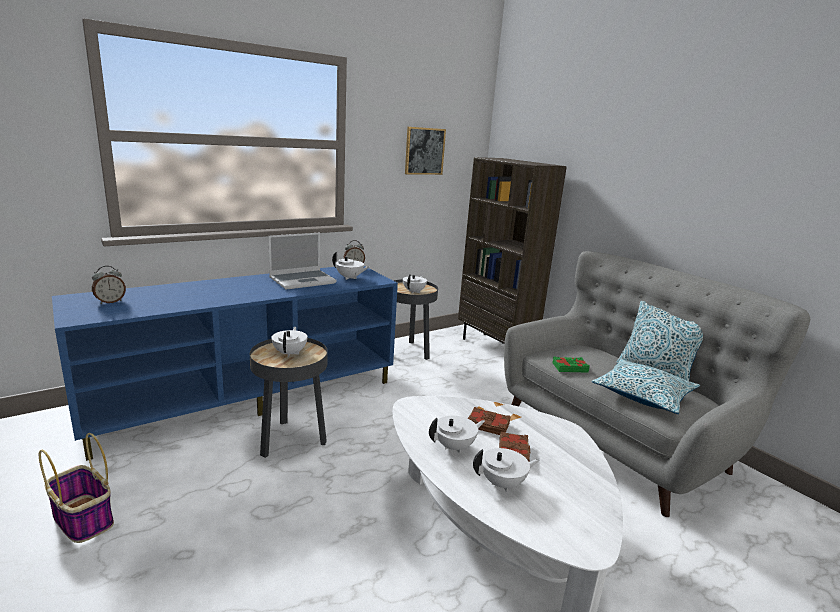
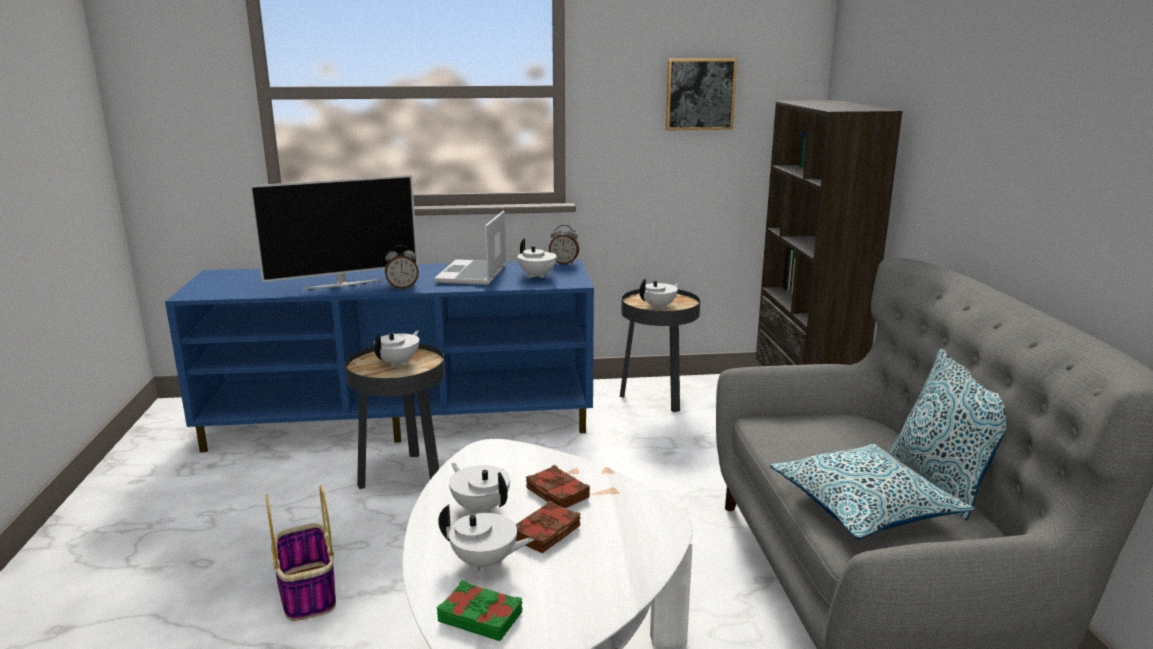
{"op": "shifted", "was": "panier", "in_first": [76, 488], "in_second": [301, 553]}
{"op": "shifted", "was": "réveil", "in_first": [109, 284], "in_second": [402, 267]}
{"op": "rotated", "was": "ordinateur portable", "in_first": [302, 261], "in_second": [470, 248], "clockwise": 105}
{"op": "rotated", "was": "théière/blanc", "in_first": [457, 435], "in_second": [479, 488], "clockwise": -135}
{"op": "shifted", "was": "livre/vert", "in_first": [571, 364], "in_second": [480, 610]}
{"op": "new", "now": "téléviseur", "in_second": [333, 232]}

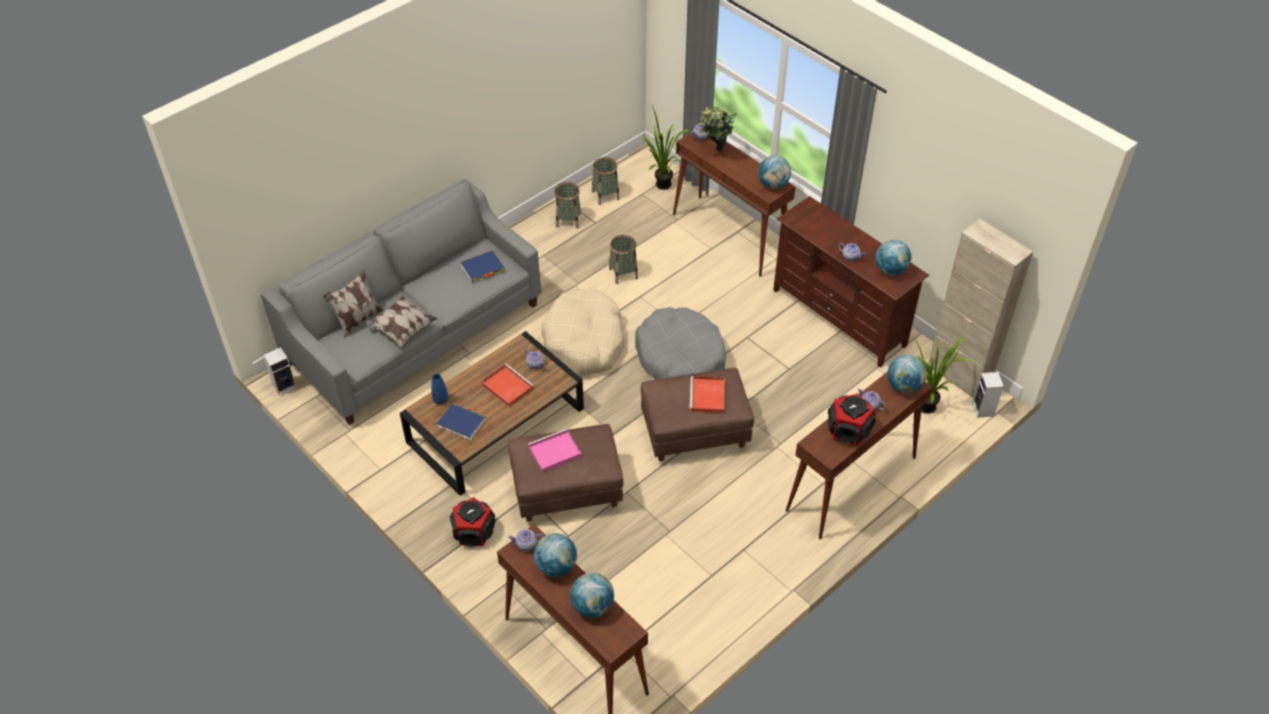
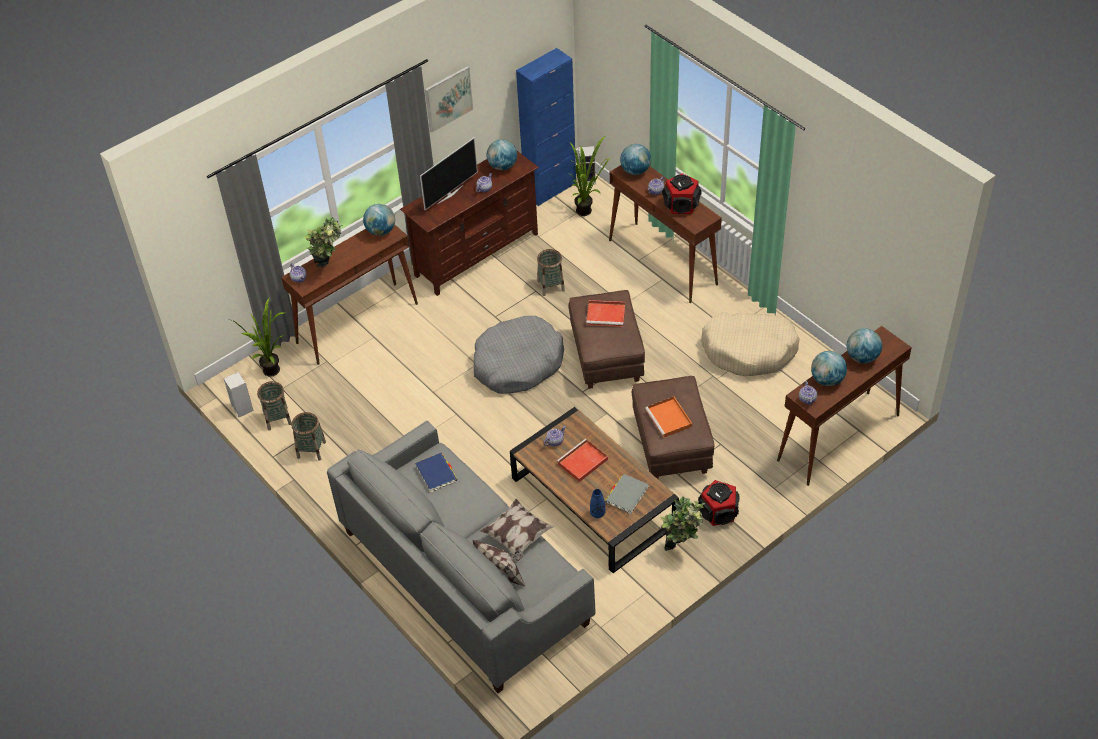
{"op": "shifted", "was": "enceinte", "in_first": [280, 371], "in_second": [238, 394]}
{"op": "repainted", "was": "livre/bleu", "now": "livre/gris", "in_first": [461, 421], "in_second": [627, 494]}
{"op": "repainted", "was": "plateau/rose", "now": "plateau/orange", "in_first": [555, 450], "in_second": [668, 417]}
{"op": "shifted", "was": "panier pour chien/beige", "in_first": [583, 332], "in_second": [750, 344]}
{"op": "shifted", "was": "panier", "in_first": [623, 259], "in_second": [551, 272]}
{"op": "repainted", "was": "meuble de rangement/beige", "now": "meuble de rangement/bleu", "in_first": [980, 308], "in_second": [546, 127]}
{"op": "new", "now": "téléviseur", "in_second": [449, 174]}
{"op": "new", "now": "tableau", "in_second": [449, 99]}
{"op": "new", "now": "plante en pot", "in_second": [682, 523]}

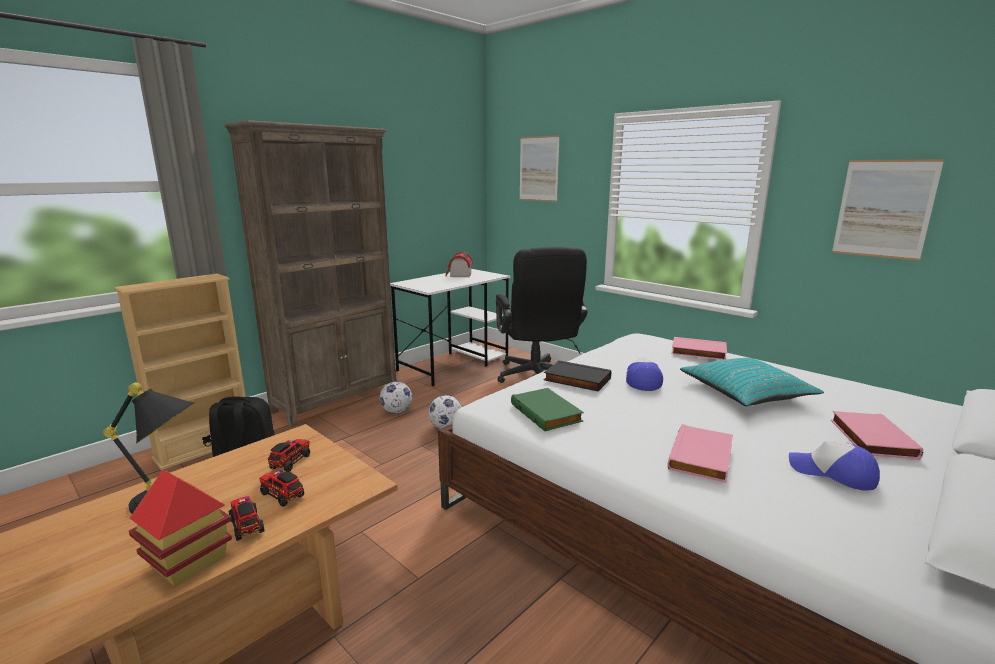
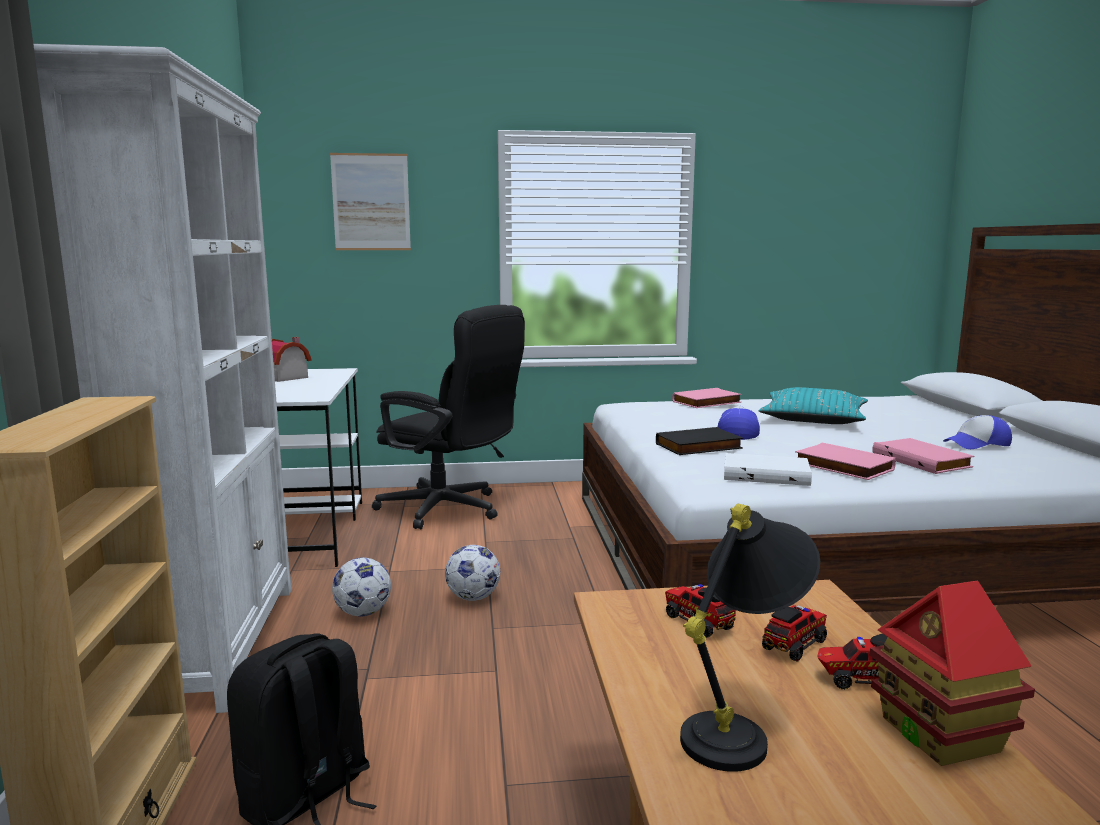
{"op": "repainted", "was": "bibliothèque/marron", "now": "bibliothèque/blanc", "in_first": [310, 273], "in_second": [162, 378]}
{"op": "rotated", "was": "camion jouet", "in_first": [281, 488], "in_second": [794, 633], "clockwise": 150}
{"op": "repainted", "was": "livre/vert", "now": "livre/blanc", "in_first": [547, 409], "in_second": [768, 469]}
{"op": "rotated", "was": "casquette", "in_first": [644, 374], "in_second": [739, 423], "clockwise": 60}
{"op": "shifted", "was": "livre/rose", "in_first": [877, 435], "in_second": [845, 461]}
{"op": "gone", "was": "tableau", "in_first": [888, 210]}

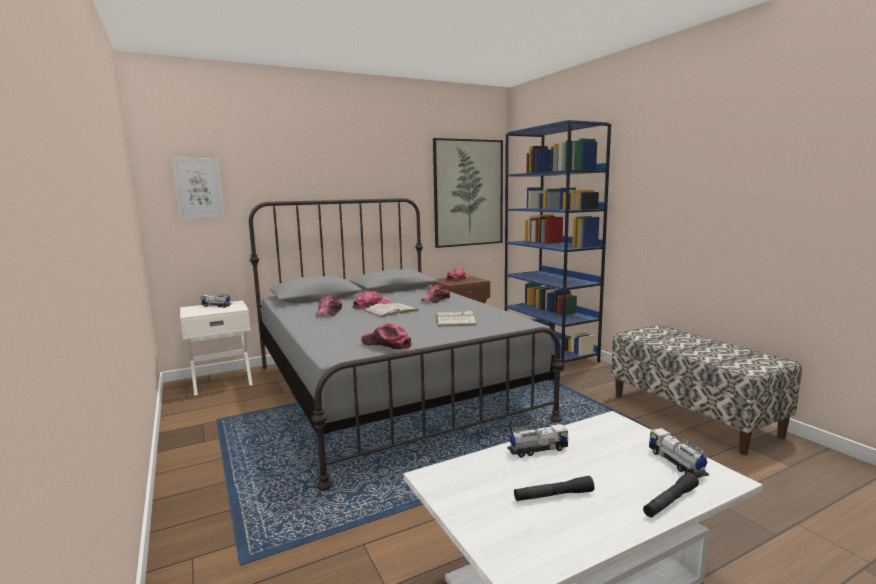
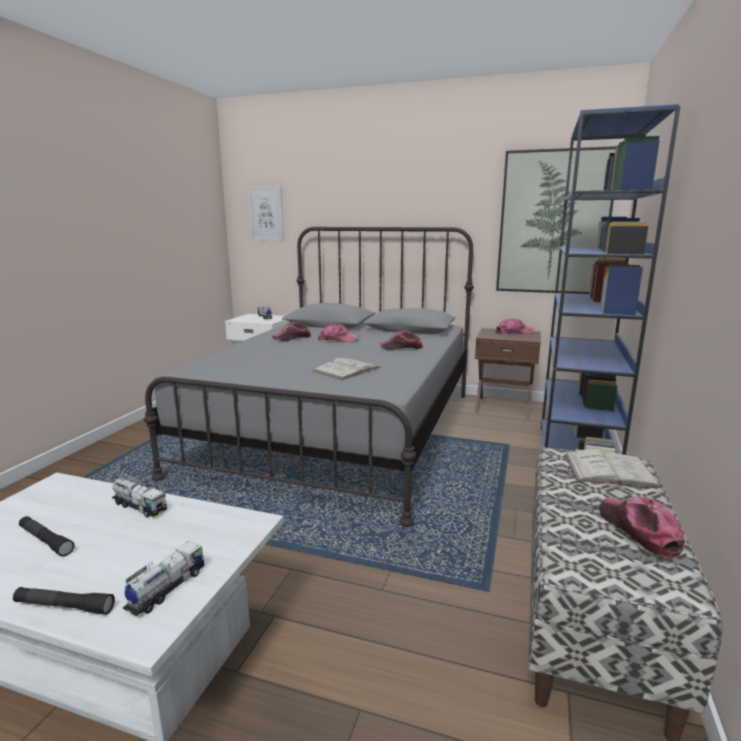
{"op": "shifted", "was": "casquette", "in_first": [386, 336], "in_second": [642, 527]}
{"op": "shifted", "was": "livre/blanc", "in_first": [391, 310], "in_second": [613, 468]}

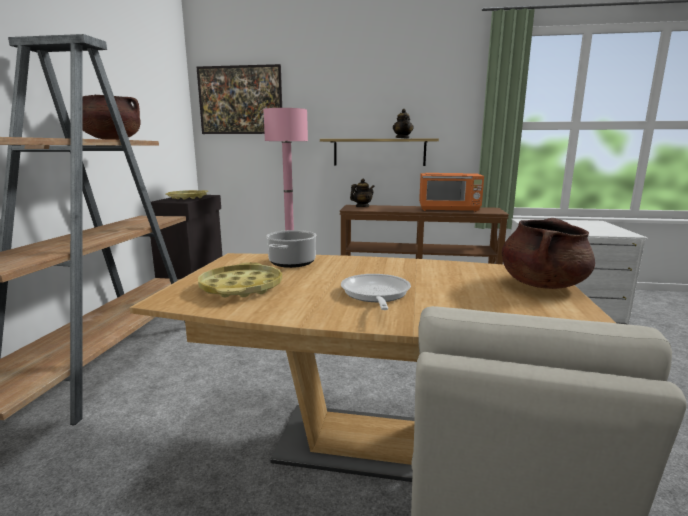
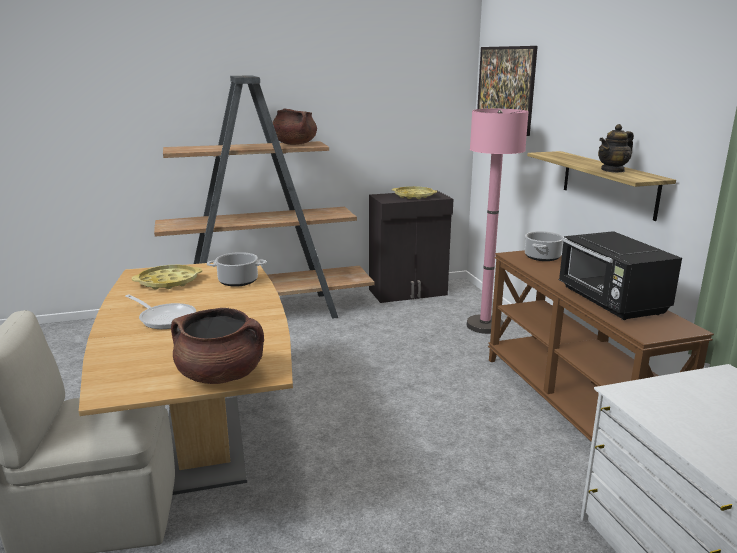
{"op": "rotated", "was": "poêle", "in_first": [376, 292], "in_second": [160, 311], "clockwise": 60}
{"op": "swapped", "was": "théière", "now": "marmite", "in_first": [362, 193], "in_second": [544, 246]}
{"op": "repainted", "was": "micro-ondes/orange", "now": "micro-ondes/noir", "in_first": [451, 192], "in_second": [620, 275]}

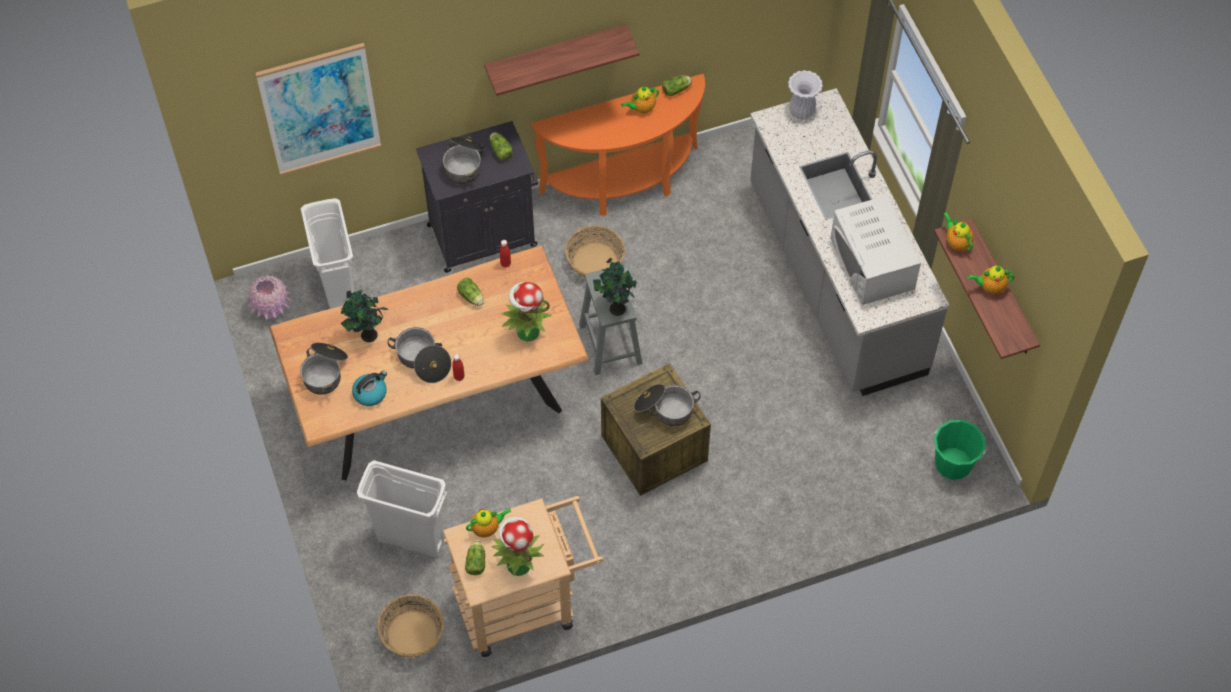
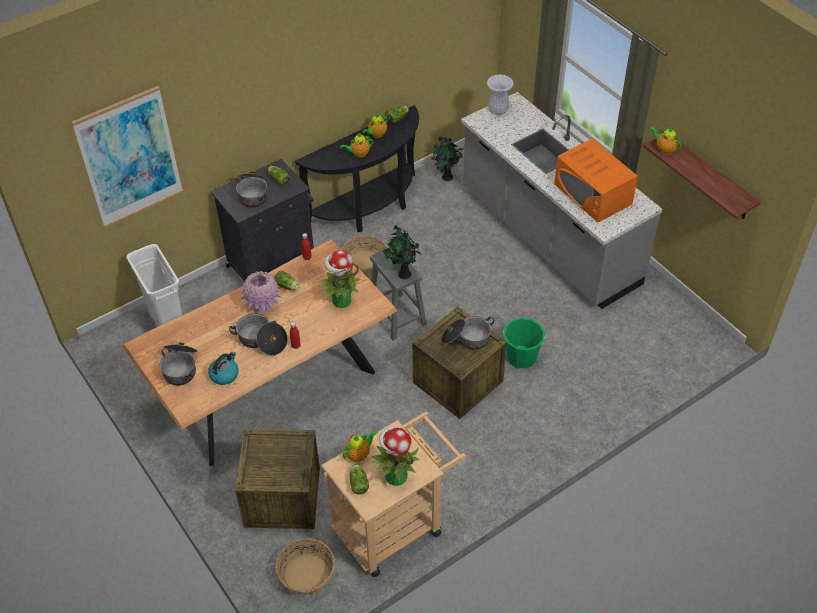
{"op": "shifted", "was": "vase/rose", "in_first": [269, 297], "in_second": [261, 292]}
{"op": "shifted", "was": "plante en pot", "in_first": [364, 315], "in_second": [447, 158]}
{"op": "swapped", "was": "poubelle/blanc", "now": "caisse", "in_first": [402, 508], "in_second": [277, 479]}
{"op": "gone", "was": "étagère", "in_first": [561, 60]}
{"op": "repainted", "was": "table console/orange", "now": "table console/noir", "in_first": [618, 145], "in_second": [357, 168]}
{"op": "repainted", "was": "micro-ondes/blanc", "now": "micro-ondes/orange", "in_first": [875, 250], "in_second": [596, 181]}
{"op": "shifted", "was": "seau/vert", "in_first": [960, 450], "in_second": [524, 343]}
{"op": "shifted", "was": "théière", "in_first": [991, 280], "in_second": [356, 145]}

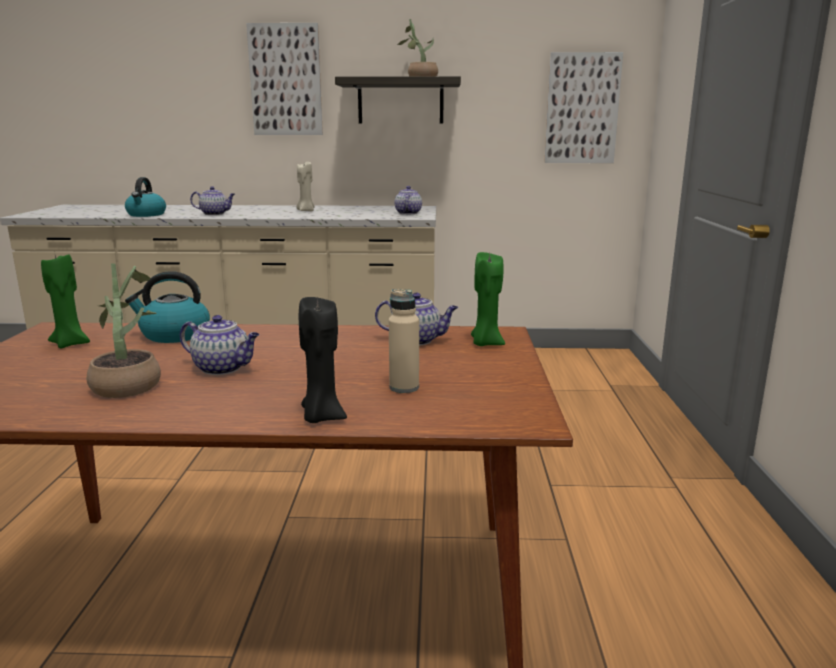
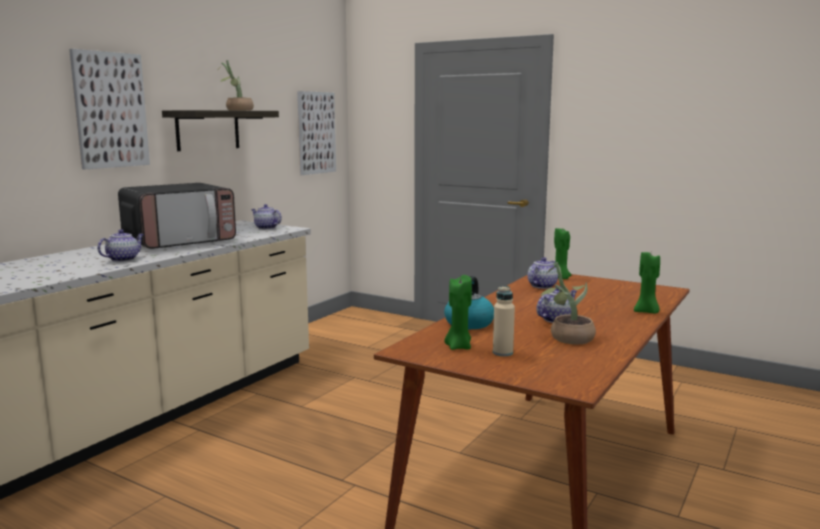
{"op": "gone", "was": "bouilloire", "in_first": [145, 197]}
{"op": "swapped", "was": "bougie/beige", "now": "micro-ondes", "in_first": [305, 186], "in_second": [177, 216]}
{"op": "repainted", "was": "bougie/noir", "now": "bougie/vert", "in_first": [323, 360], "in_second": [647, 282]}
{"op": "shifted", "was": "bouteille/beige", "in_first": [404, 341], "in_second": [504, 321]}

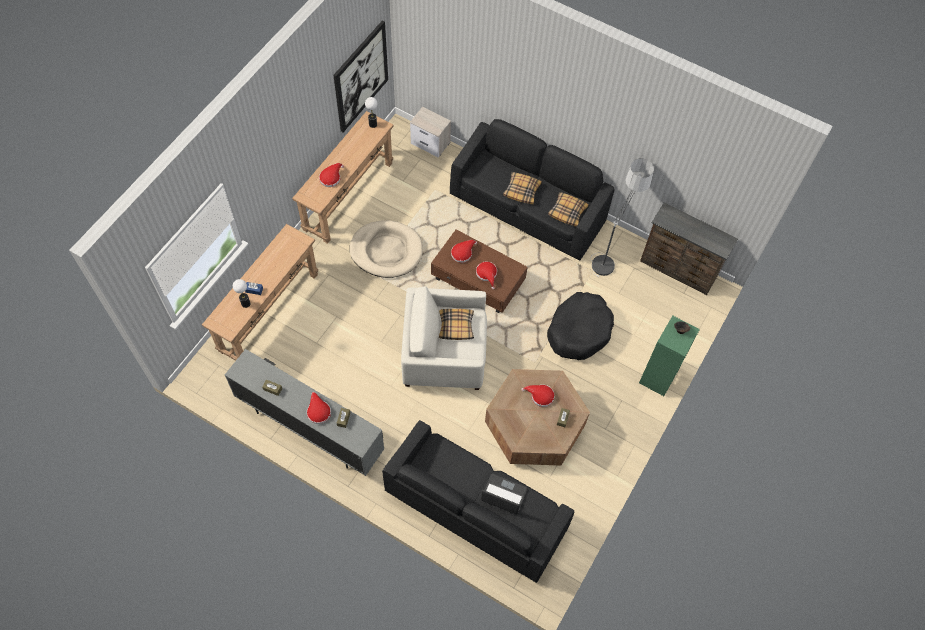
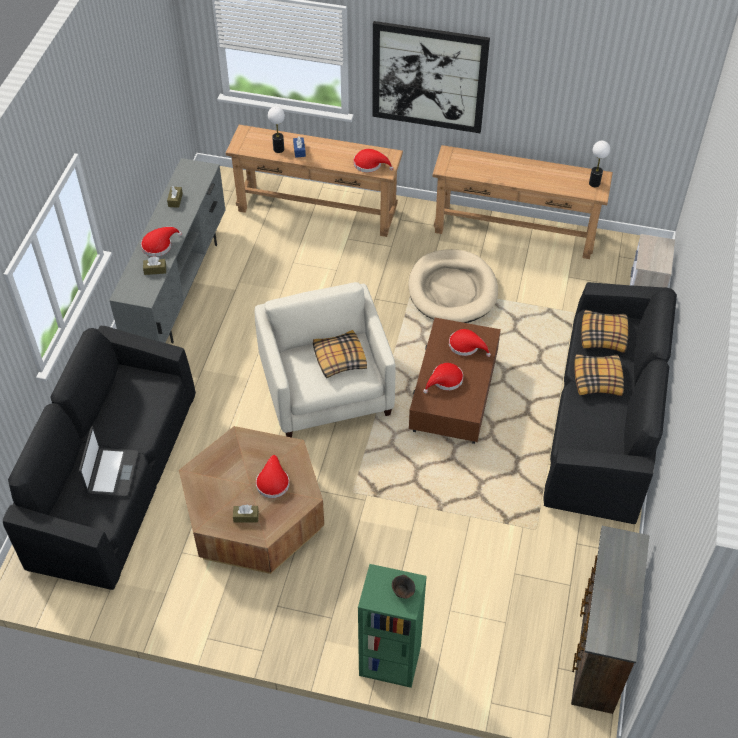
{"op": "shifted", "was": "chapeau/rouge", "in_first": [331, 175], "in_second": [374, 161]}
{"op": "shifted", "was": "tableau", "in_first": [360, 76], "in_second": [431, 77]}
{"op": "gone", "was": "panier pour chien/noir", "in_first": [580, 326]}
{"op": "shifted", "was": "coussin", "in_first": [568, 209], "in_second": [604, 331]}
{"op": "gone", "was": "lampadaire", "in_first": [623, 218]}

